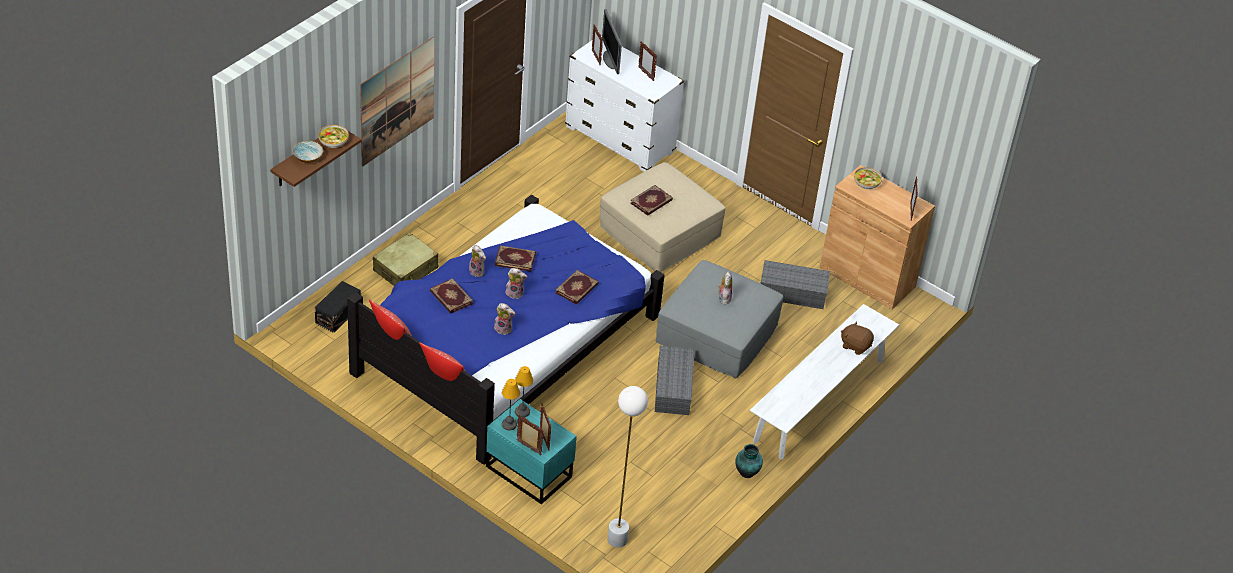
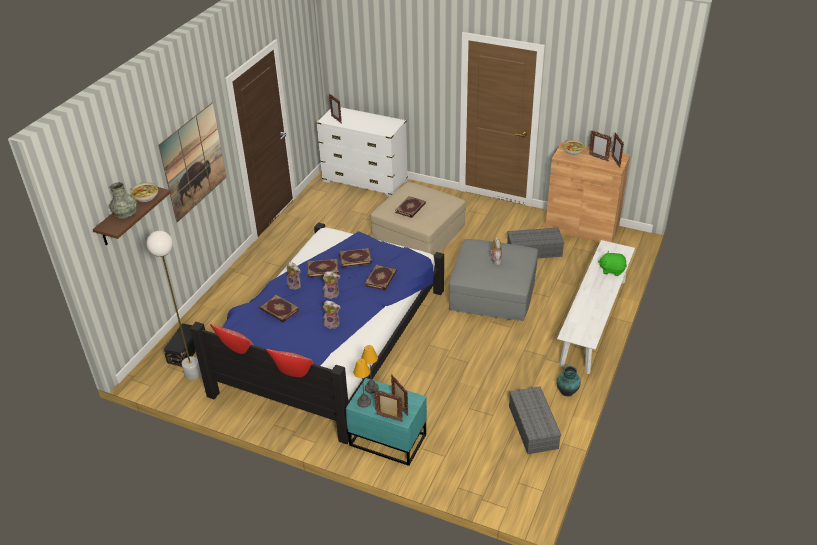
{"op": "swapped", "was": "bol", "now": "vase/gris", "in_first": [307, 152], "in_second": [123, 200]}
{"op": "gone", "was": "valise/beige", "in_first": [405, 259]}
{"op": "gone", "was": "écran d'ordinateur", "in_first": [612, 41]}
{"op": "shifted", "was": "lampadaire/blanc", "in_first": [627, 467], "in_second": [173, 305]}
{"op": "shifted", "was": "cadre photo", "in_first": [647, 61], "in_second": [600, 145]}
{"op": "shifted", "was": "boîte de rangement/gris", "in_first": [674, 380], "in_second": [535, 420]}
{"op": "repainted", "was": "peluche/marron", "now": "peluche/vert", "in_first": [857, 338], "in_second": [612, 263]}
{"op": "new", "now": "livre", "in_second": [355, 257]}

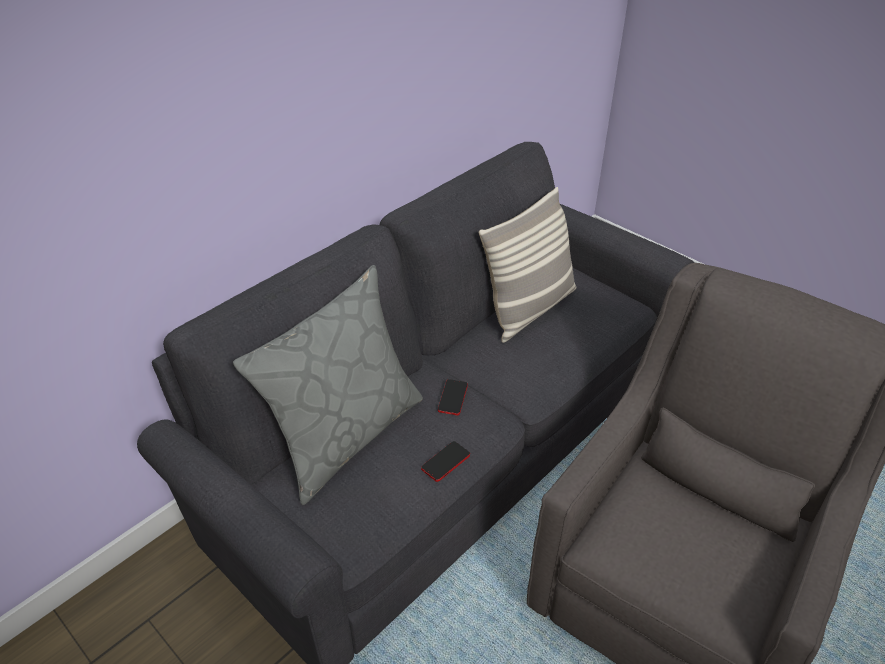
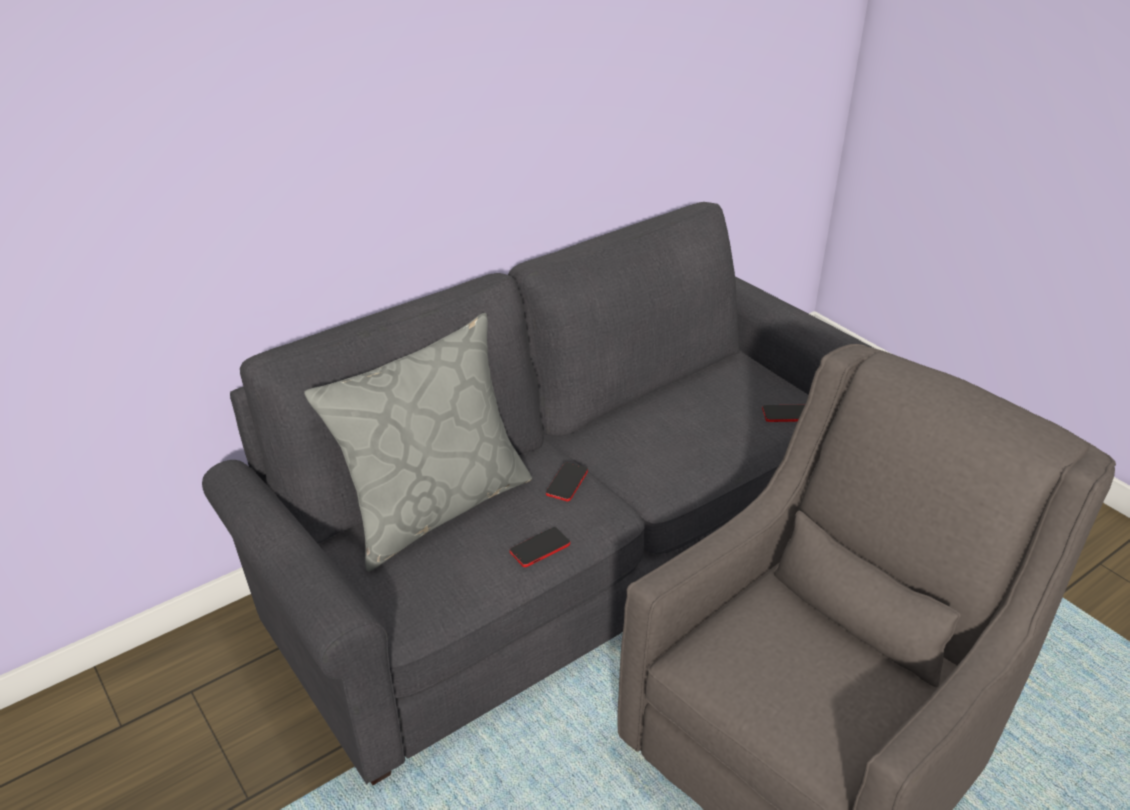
{"op": "gone", "was": "coussin", "in_first": [527, 265]}
{"op": "new", "now": "téléphone", "in_second": [783, 413]}

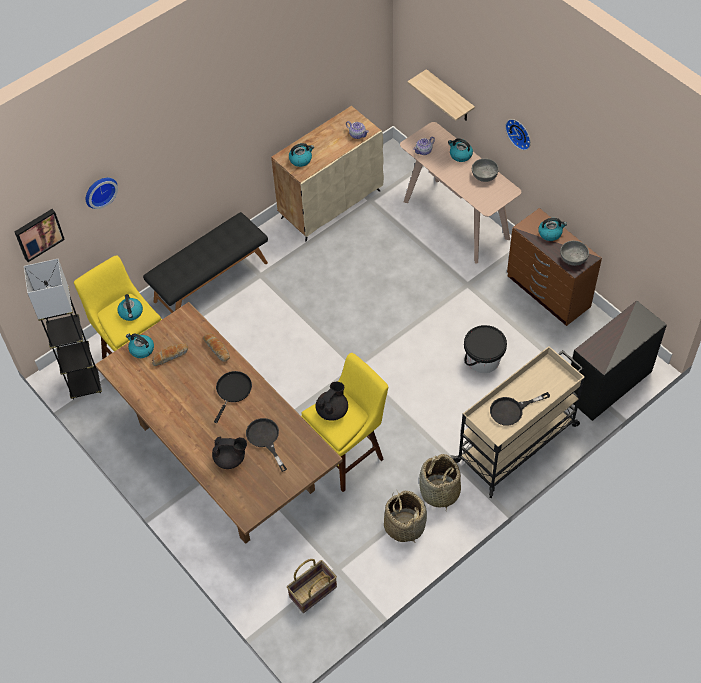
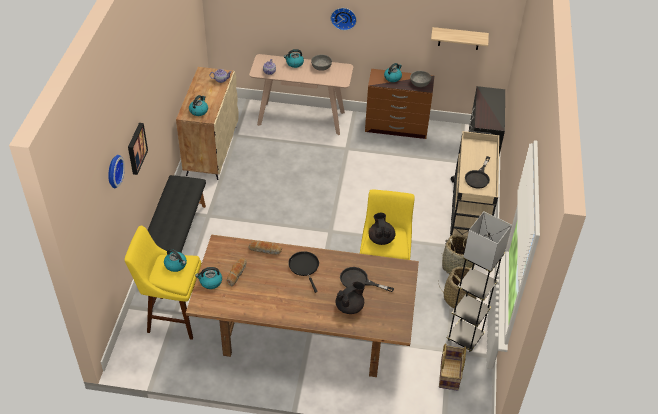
{"op": "shifted", "was": "tableau", "in_first": [40, 235], "in_second": [138, 149]}
{"op": "shifted", "was": "lampadaire/gris", "in_first": [63, 329], "in_second": [479, 282]}
{"op": "shifted", "was": "étagère", "in_first": [441, 95], "in_second": [460, 38]}
{"op": "gone", "was": "seau/noir", "in_first": [485, 349]}

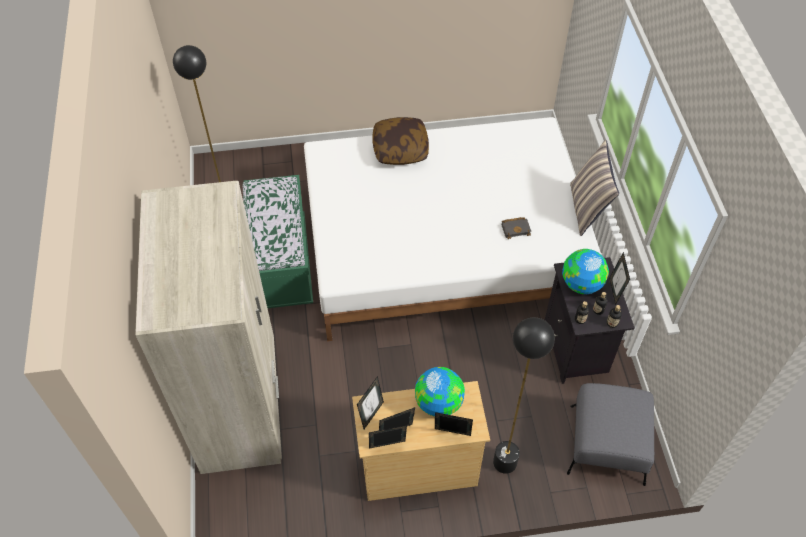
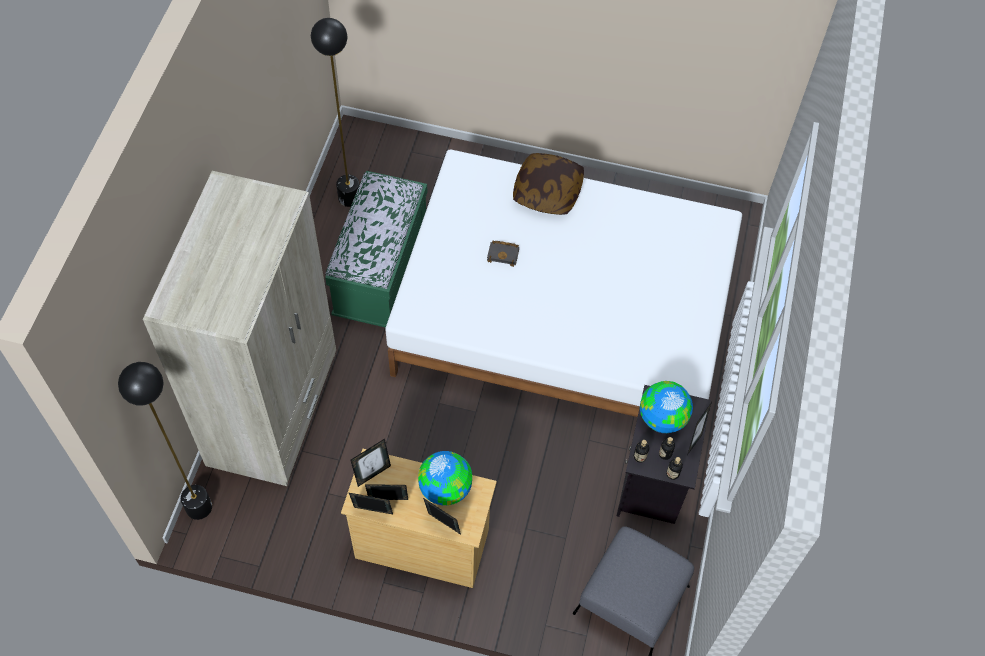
{"op": "shifted", "was": "lampadaire/noir", "in_first": [524, 395], "in_second": [165, 441]}
{"op": "shifted", "was": "livre/noir", "in_first": [516, 228], "in_second": [503, 253]}
{"op": "gone", "was": "coussin", "in_first": [594, 188]}

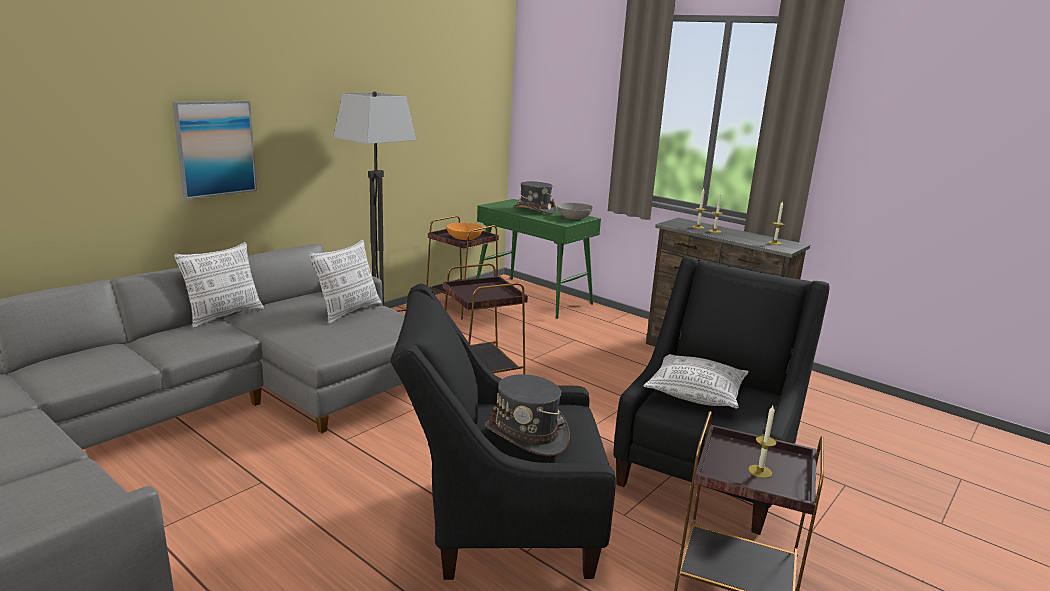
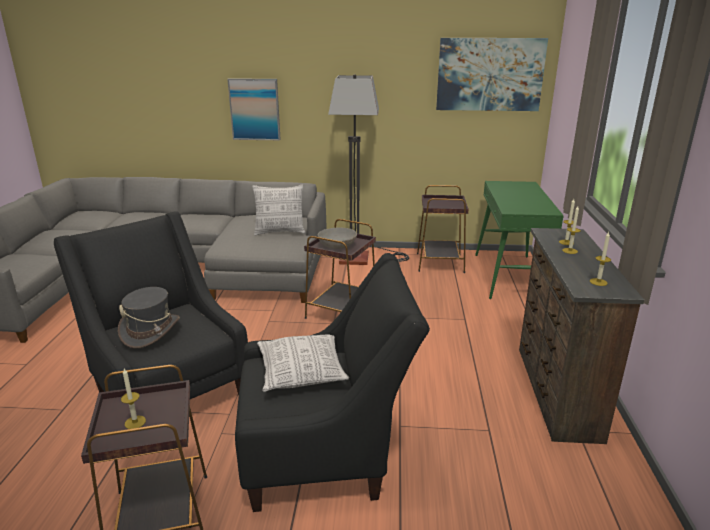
{"op": "gone", "was": "coussin", "in_first": [219, 285]}
{"op": "gone", "was": "bol/orange", "in_first": [464, 231]}
{"op": "gone", "was": "chapeau/gris", "in_first": [535, 197]}
{"op": "shifted", "was": "bol/gris", "in_first": [575, 211], "in_second": [337, 238]}
{"op": "new", "now": "tableau", "in_second": [492, 74]}

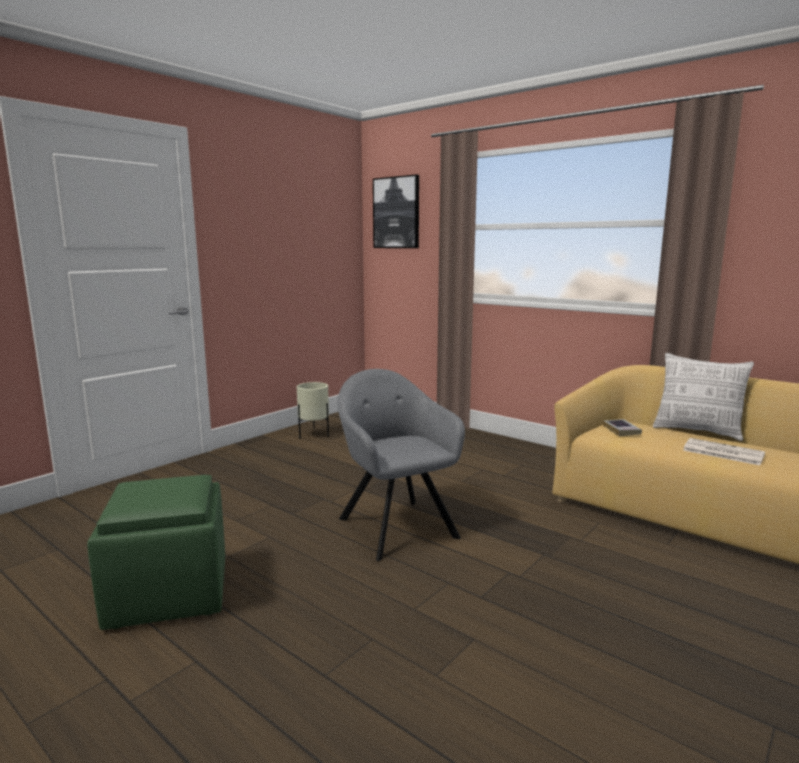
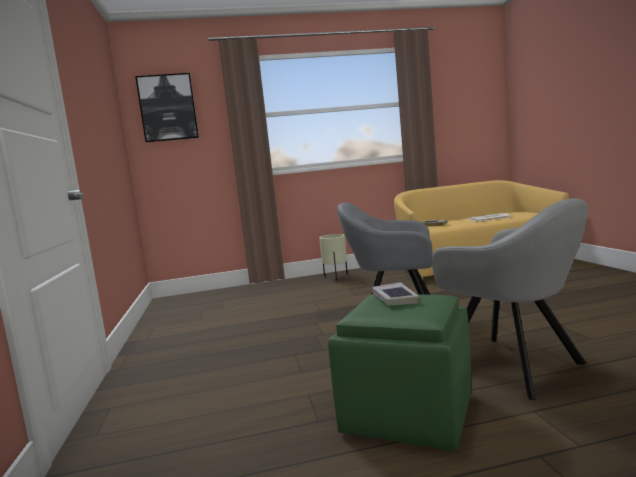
{"op": "shifted", "was": "cache-pot/beige", "in_first": [313, 410], "in_second": [333, 257]}
{"op": "gone", "was": "coussin", "in_first": [703, 397]}
{"op": "new", "now": "livre", "in_second": [395, 293]}
{"op": "new", "now": "fauteuil/gris", "in_second": [509, 299]}

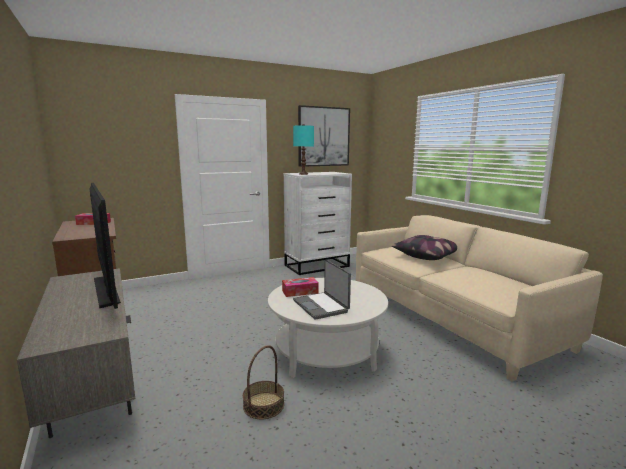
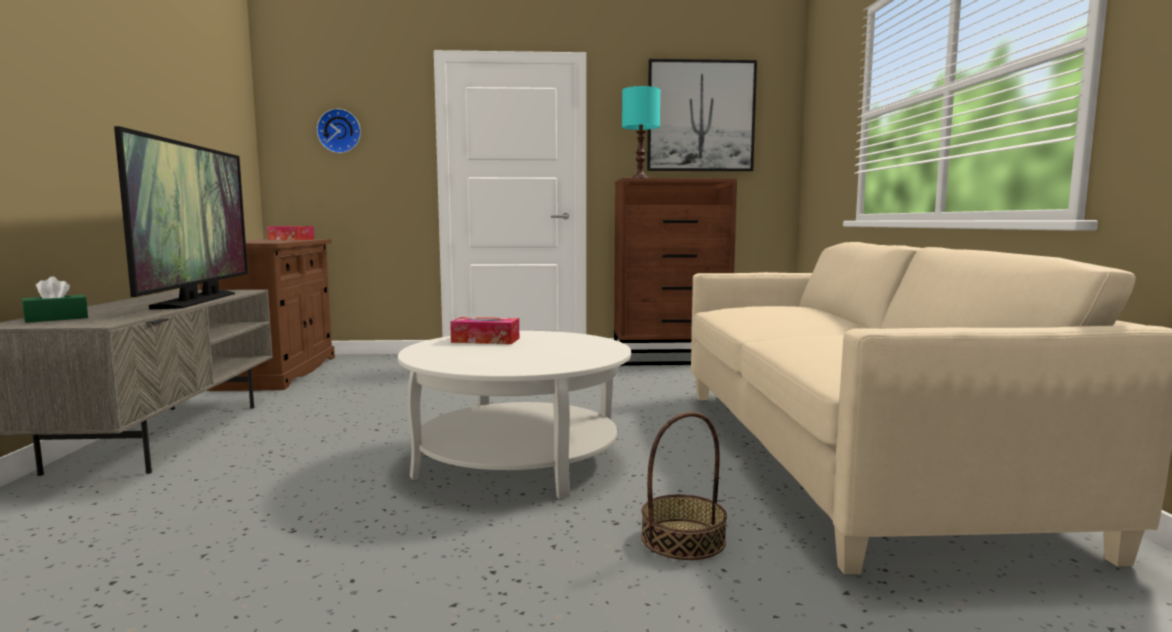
{"op": "shifted", "was": "panier", "in_first": [263, 382], "in_second": [684, 486]}
{"op": "repainted", "was": "commode/blanc", "now": "commode/marron", "in_first": [317, 223], "in_second": [675, 272]}
{"op": "gone", "was": "ordinateur portable", "in_first": [322, 289]}
{"op": "gone", "was": "coussin", "in_first": [424, 247]}
{"op": "new", "now": "boîte à mouchoirs/vert", "in_second": [55, 300]}
{"op": "new", "now": "horloge murale", "in_second": [339, 131]}

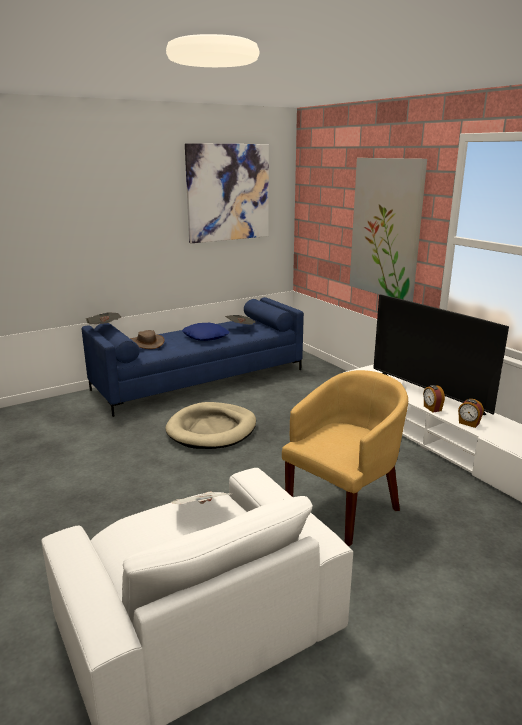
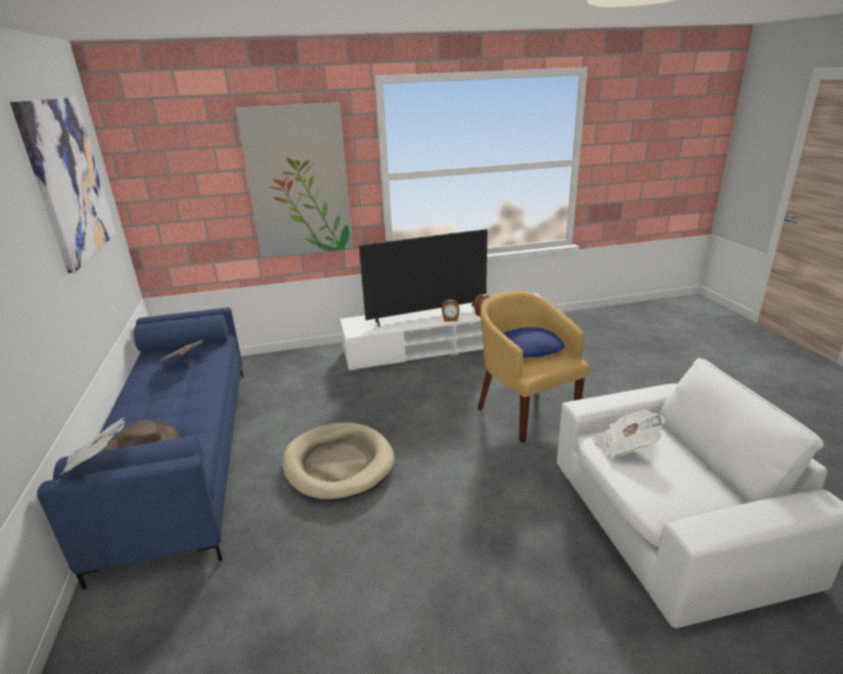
{"op": "shifted", "was": "coussin/bleu", "in_first": [205, 332], "in_second": [534, 342]}

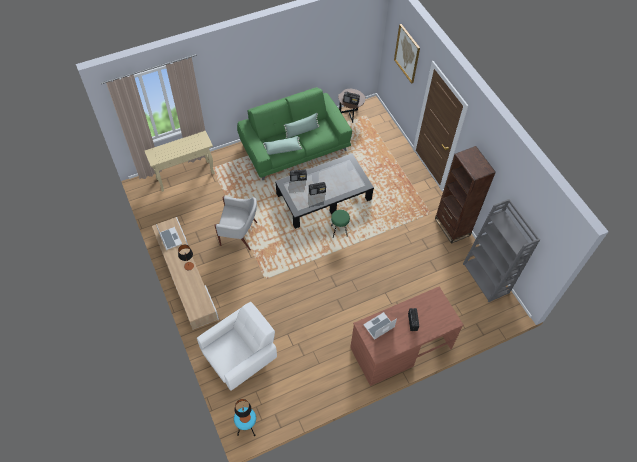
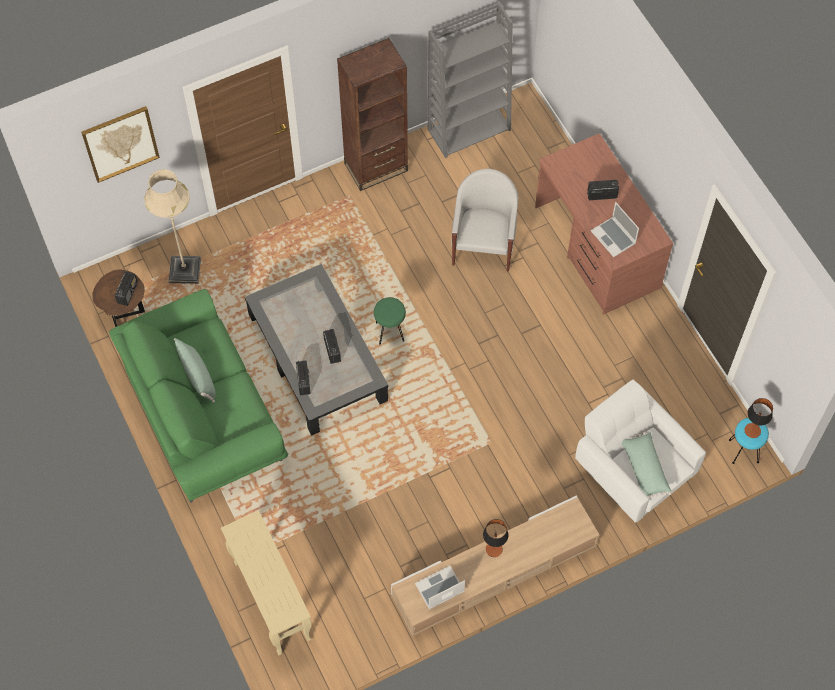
{"op": "shifted", "was": "fauteuil/blanc", "in_first": [235, 223], "in_second": [484, 220]}
{"op": "shifted", "was": "coussin/vert", "in_first": [282, 145], "in_second": [646, 465]}
{"op": "new", "now": "lampadaire/beige", "in_second": [172, 226]}

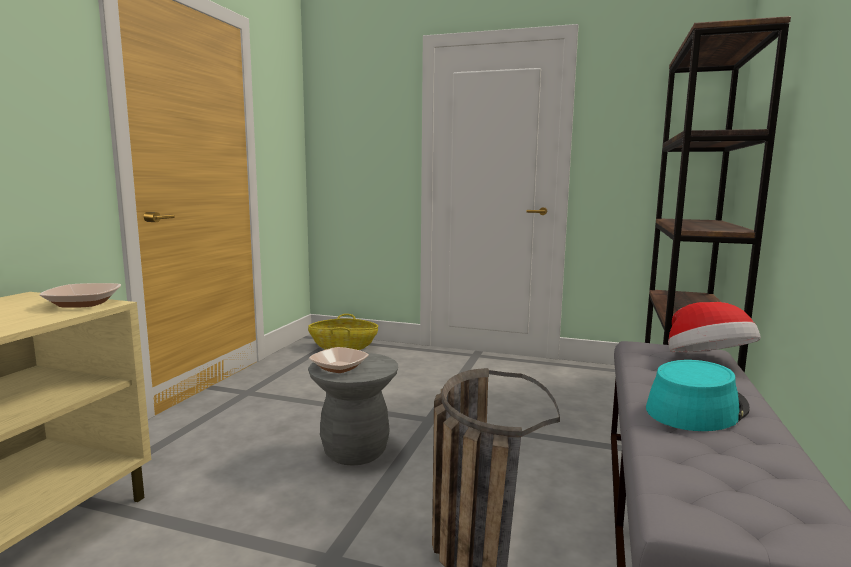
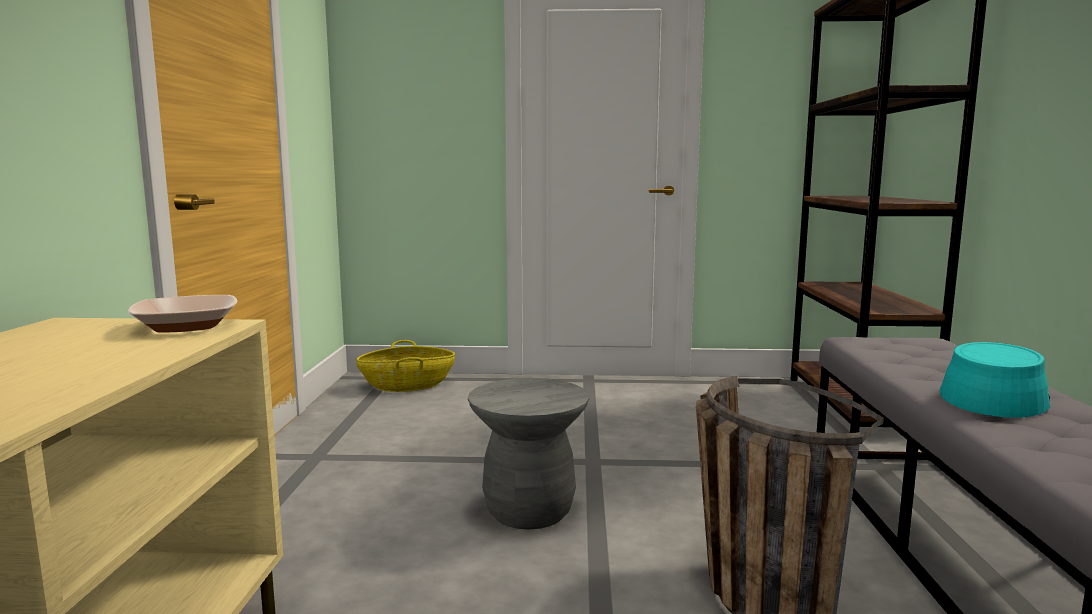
{"op": "gone", "was": "bol", "in_first": [339, 360]}
{"op": "gone", "was": "chapeau", "in_first": [714, 327]}

